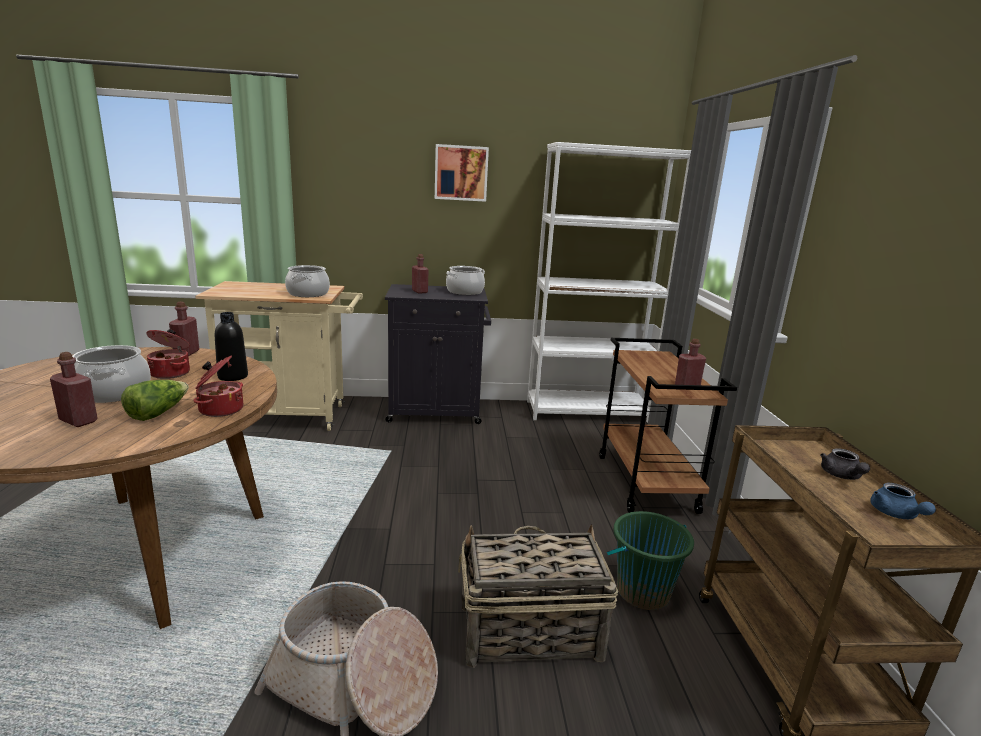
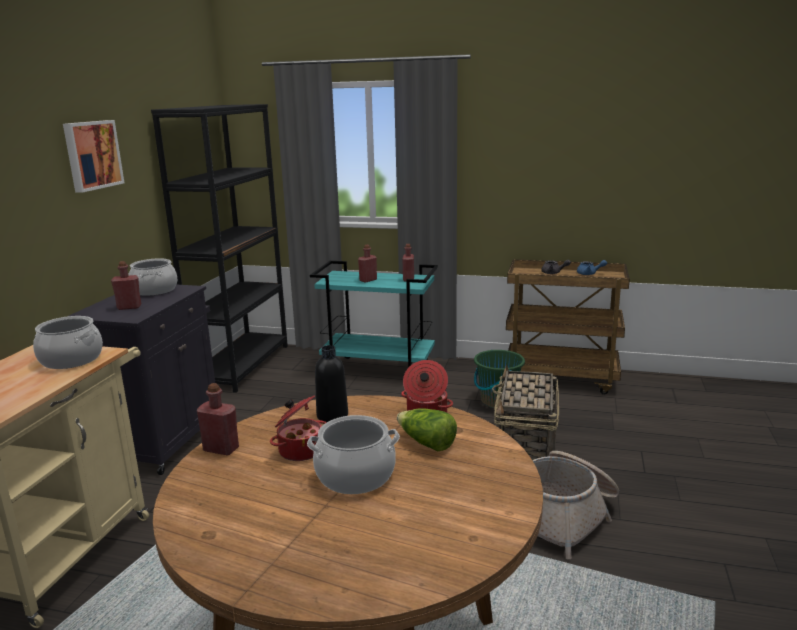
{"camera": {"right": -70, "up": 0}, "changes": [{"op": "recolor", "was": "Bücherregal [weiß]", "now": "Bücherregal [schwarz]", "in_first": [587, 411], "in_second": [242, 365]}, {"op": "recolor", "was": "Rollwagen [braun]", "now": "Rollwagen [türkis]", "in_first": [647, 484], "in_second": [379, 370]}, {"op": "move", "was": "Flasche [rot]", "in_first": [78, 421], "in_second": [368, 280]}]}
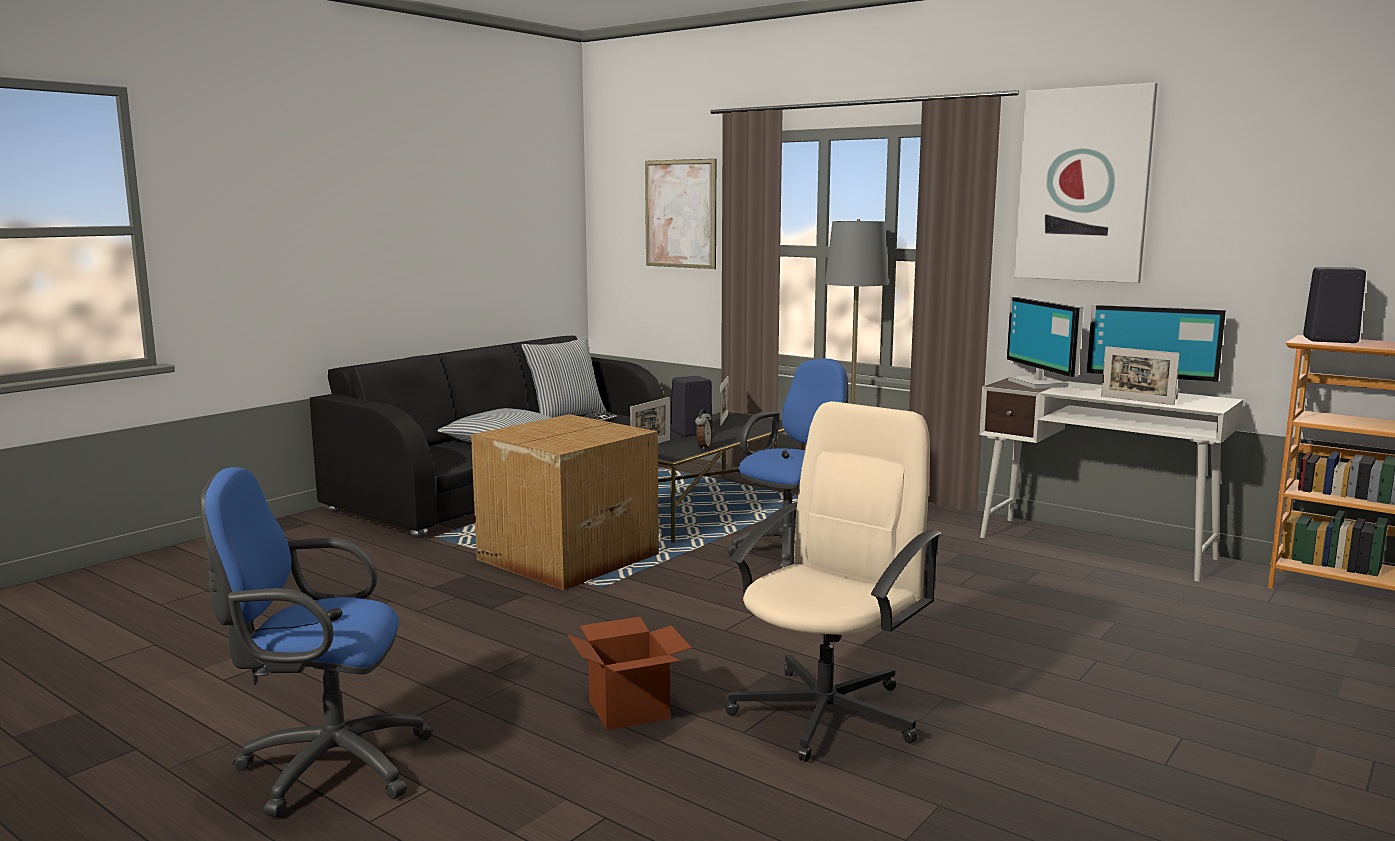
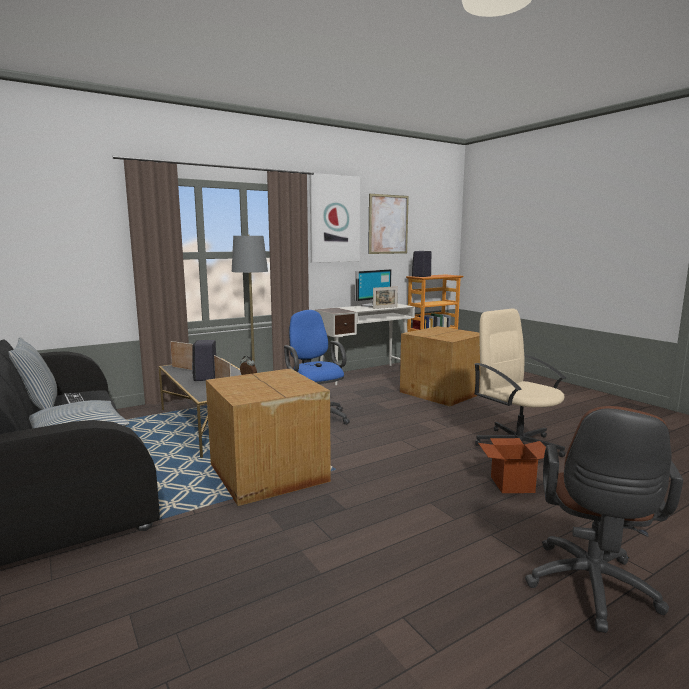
{"camera": {"right": -70, "up": 0}, "changes": [{"op": "move", "was": "Bild", "in_first": [680, 214], "in_second": [388, 224]}, {"op": "insert", "now": "Karton", "in_second": [443, 392]}, {"op": "recolor", "was": "Bürostuhl [blau]", "now": "Bürostuhl [braun]", "in_first": [324, 766], "in_second": [591, 590]}, {"op": "delete", "was": "Monitor", "in_first": [1040, 383]}]}
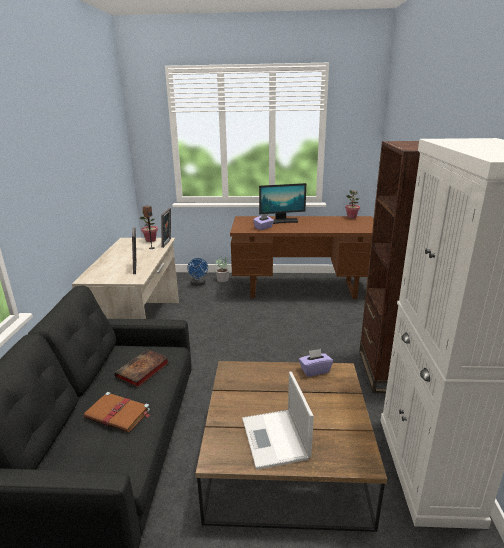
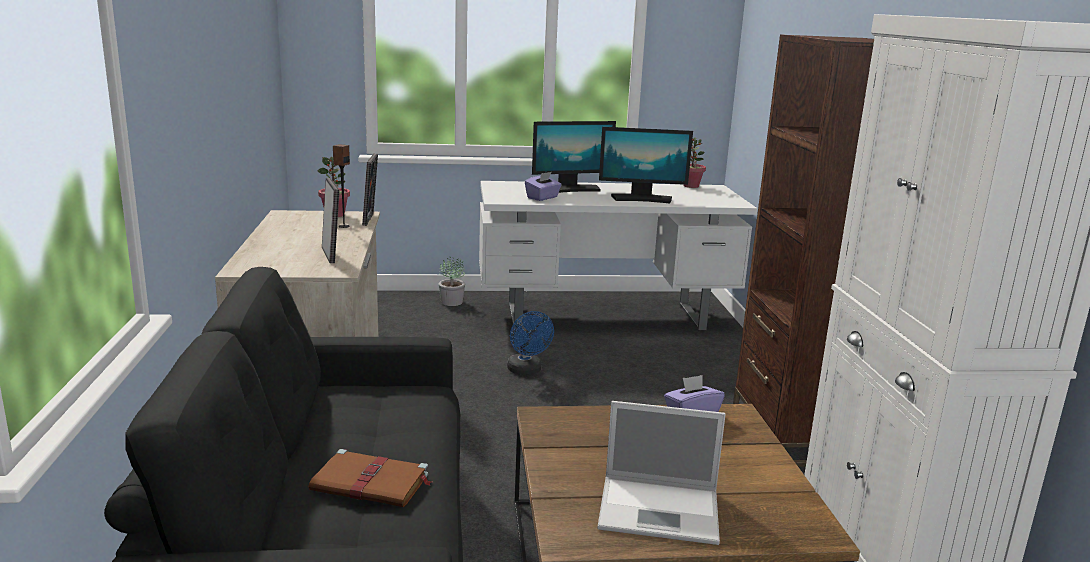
{"camera": {"right": -10, "up": -5}, "changes": [{"op": "recolor", "was": "Schreibtisch [braun]", "now": "Schreibtisch [weiß]", "in_first": [302, 289], "in_second": [605, 317]}, {"op": "move", "was": "Ventilator [blau]", "in_first": [198, 284], "in_second": [526, 371]}, {"op": "rotate", "was": "Laptop", "in_first": [275, 439], "in_second": [661, 510], "clockwise": -60}, {"op": "insert", "now": "Monitor", "in_second": [642, 199]}, {"op": "delete", "was": "Buch", "in_first": [142, 371]}]}
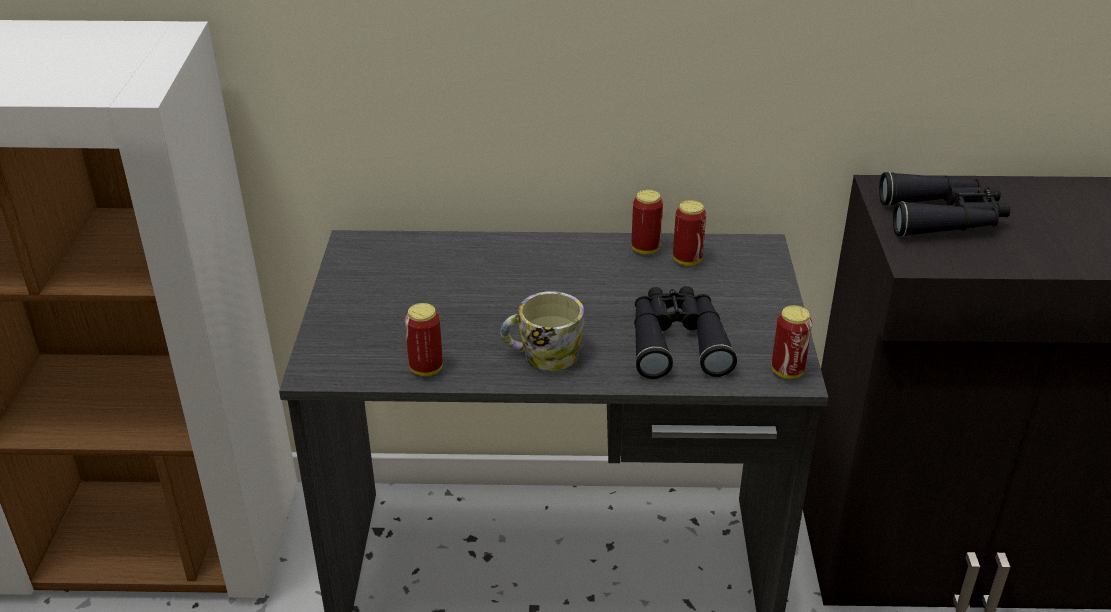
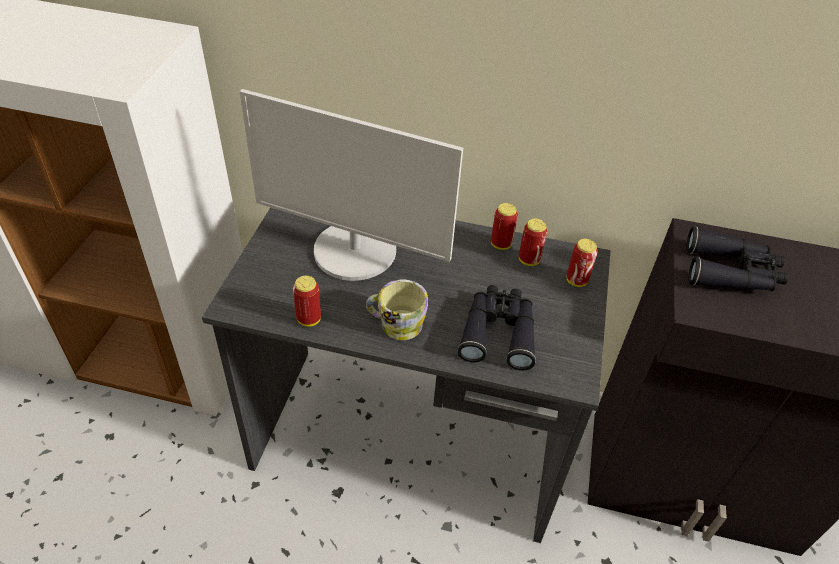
{"camera": {"right": 10, "up": 10}, "changes": [{"op": "insert", "now": "Monitor", "in_second": [355, 252]}, {"op": "move", "was": "Dose", "in_first": [787, 371], "in_second": [576, 281]}]}
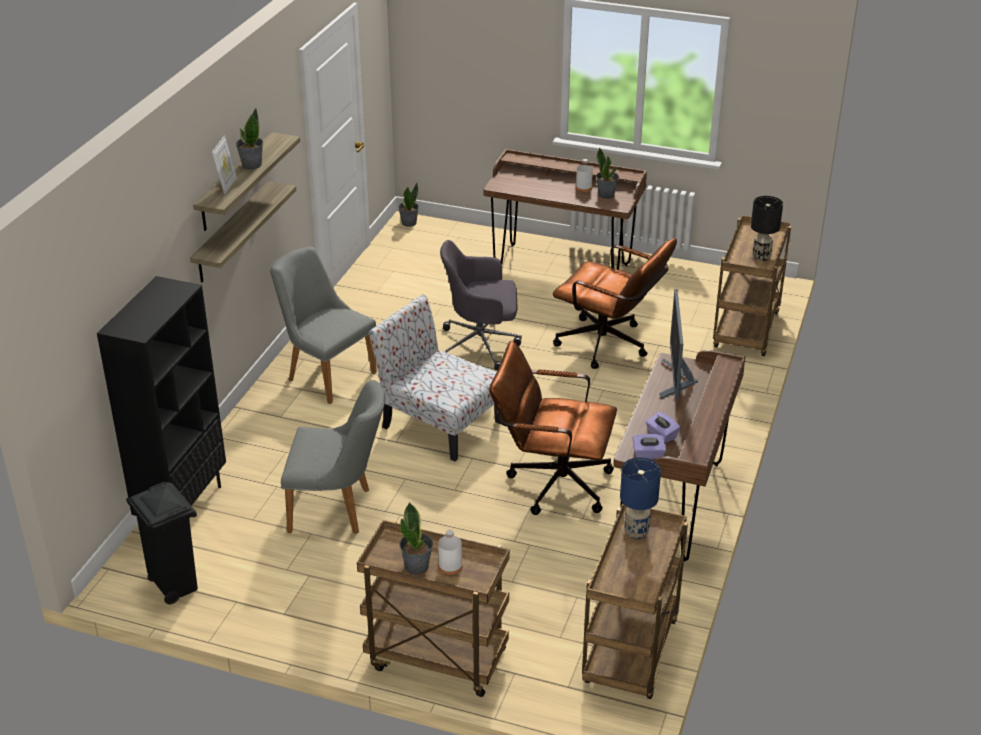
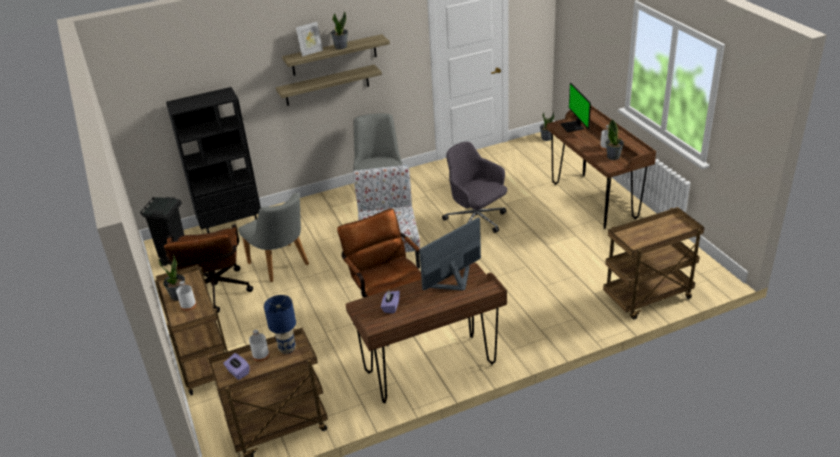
{"camera": {"right": 50, "up": 0}, "changes": [{"op": "move", "was": "Bürostuhl [braun]", "in_first": [610, 346], "in_second": [216, 295]}, {"op": "move", "was": "Taschentuchbox [lila]", "in_first": [648, 455], "in_second": [238, 372]}, {"op": "insert", "now": "Flasche [weiß]", "in_second": [261, 355]}, {"op": "insert", "now": "Monitor", "in_second": [573, 126]}, {"op": "delete", "was": "Tischlampe [schwarz]", "in_first": [761, 257]}]}
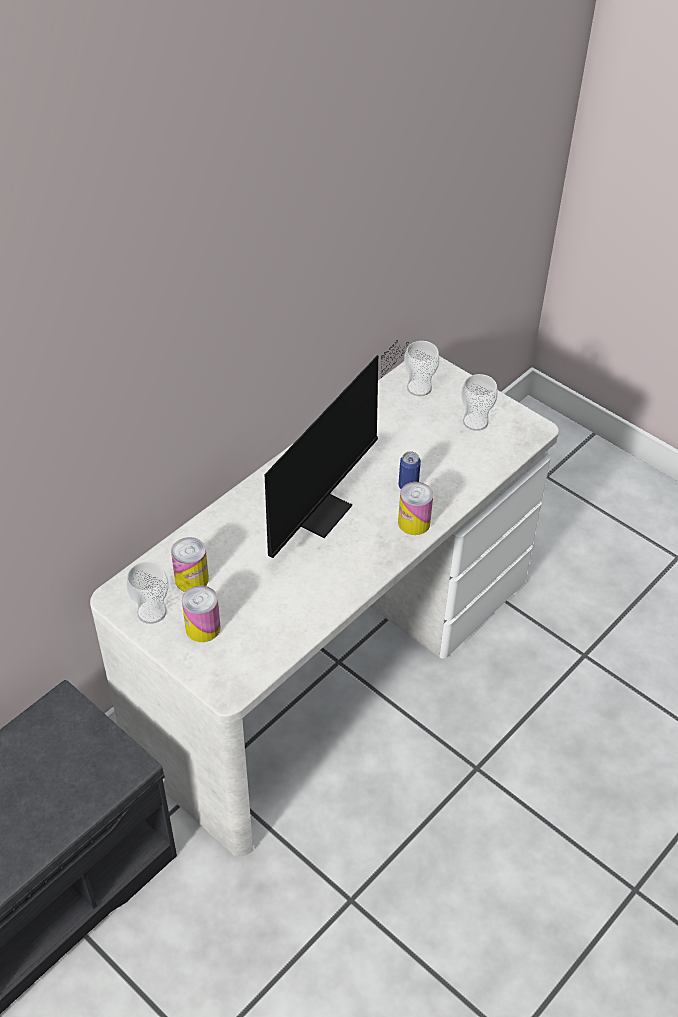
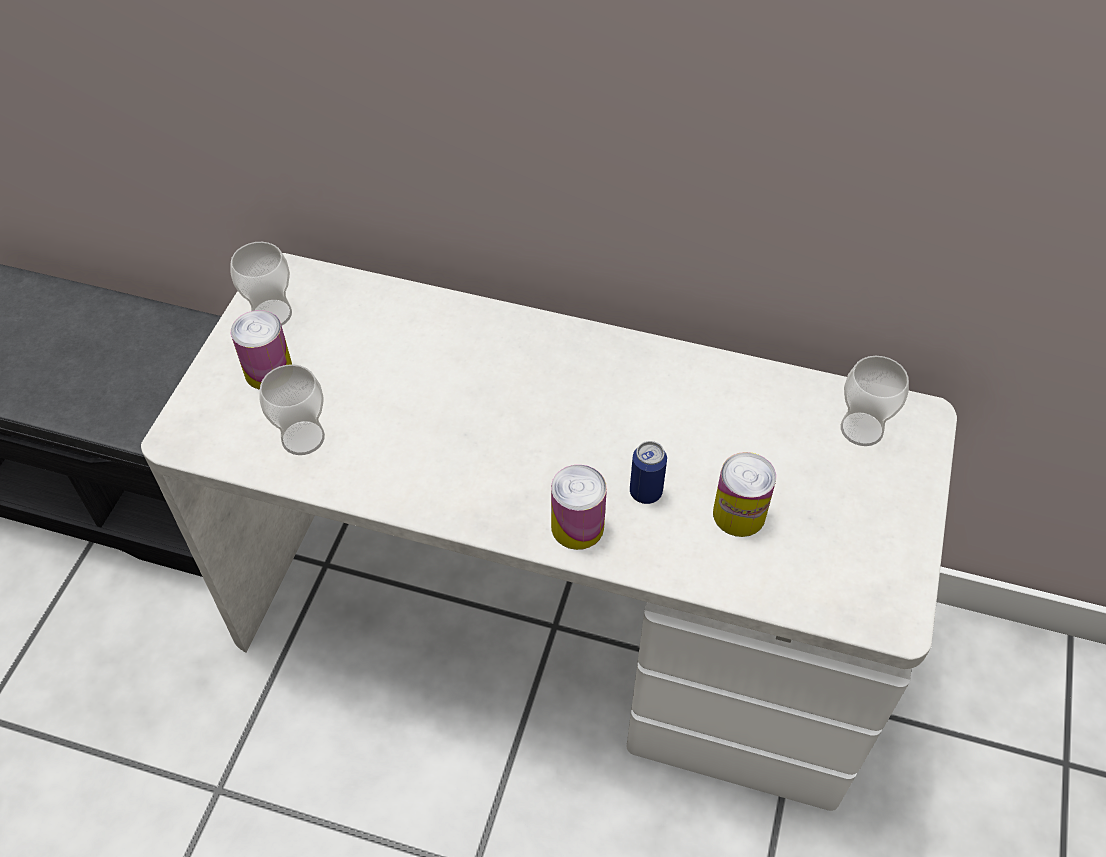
{"camera": {"right": 65, "up": 5}, "changes": [{"op": "move", "was": "Tasse", "in_first": [475, 421], "in_second": [303, 438]}, {"op": "move", "was": "Dose", "in_first": [191, 579], "in_second": [739, 514]}, {"op": "delete", "was": "Monitor", "in_first": [324, 506]}]}
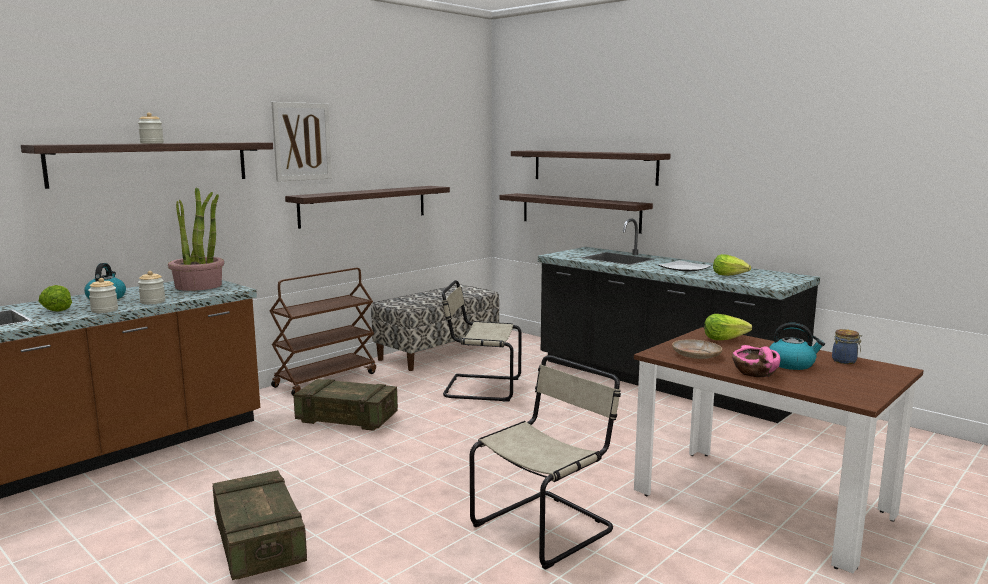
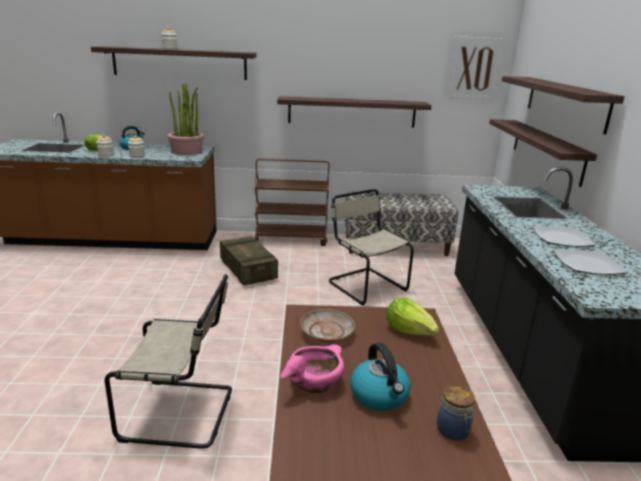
{"camera": {"right": 45, "up": 10}, "changes": [{"op": "move", "was": "Bild", "in_first": [302, 141], "in_second": [474, 68]}, {"op": "replace", "was": "Salatkopf", "now": "Teller", "in_first": [730, 275], "in_second": [588, 264]}, {"op": "delete", "was": "Kiste", "in_first": [259, 542]}]}
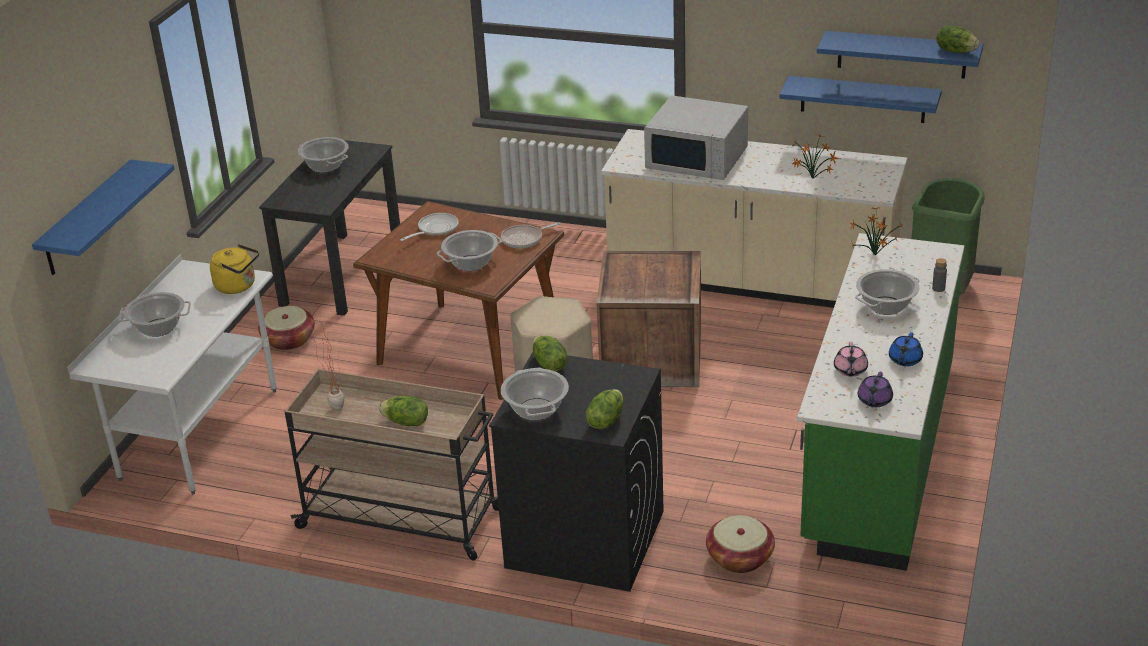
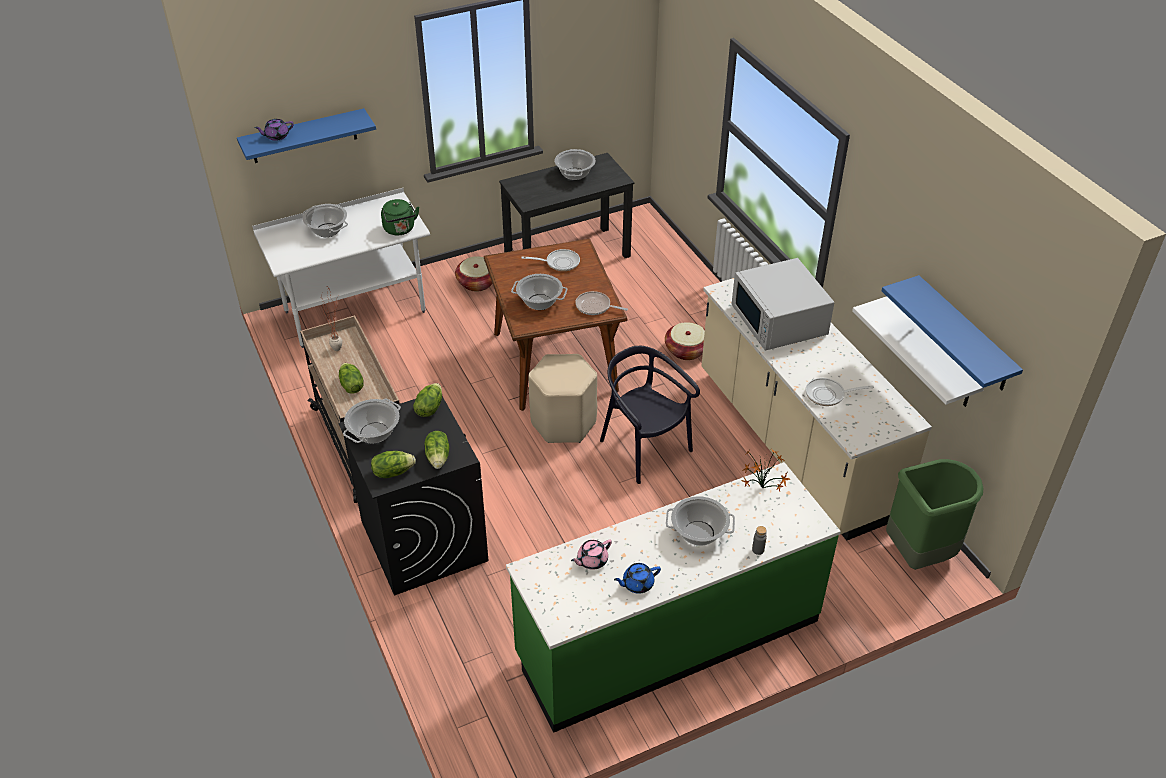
{"camera": {"right": 45, "up": 10}, "changes": [{"op": "move", "was": "Teekanne [lila]", "in_first": [874, 400], "in_second": [276, 136]}, {"op": "recolor", "was": "Wasserkessel [gelb]", "now": "Wasserkessel [grün]", "in_first": [238, 286], "in_second": [400, 230]}, {"op": "move", "was": "Salatkopf", "in_first": [955, 51], "in_second": [438, 457]}, {"op": "replace", "was": "Kiste", "now": "Stuhl [schwarz]", "in_first": [650, 357], "in_second": [644, 448]}, {"op": "move", "was": "Korb", "in_first": [740, 557], "in_second": [686, 350]}, {"op": "replace", "was": "Topfpflanze", "now": "Pfanne", "in_first": [813, 179], "in_second": [828, 395]}, {"op": "recolor", "was": "Wandregal [blau]", "now": "Wandregal [weiß]", "in_first": [863, 99], "in_second": [930, 353]}]}
